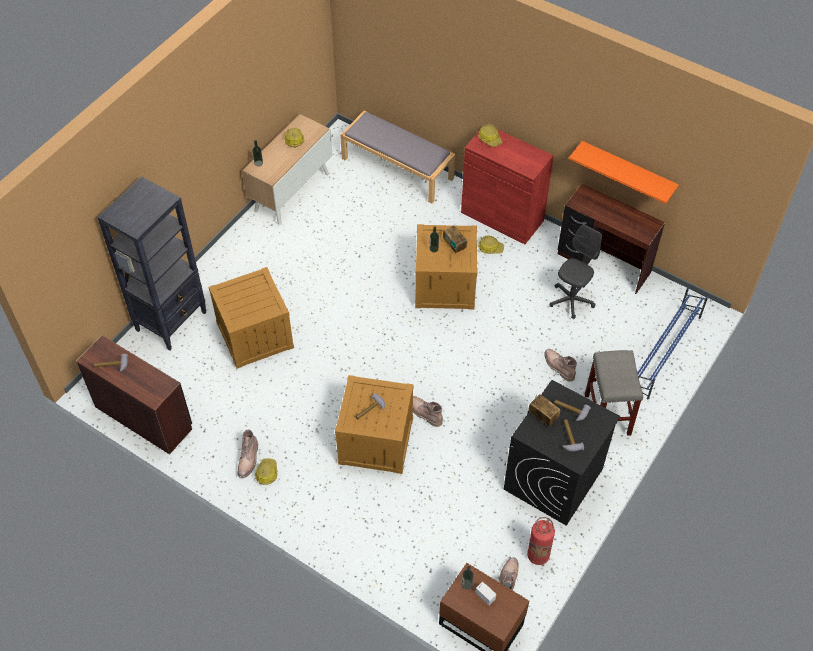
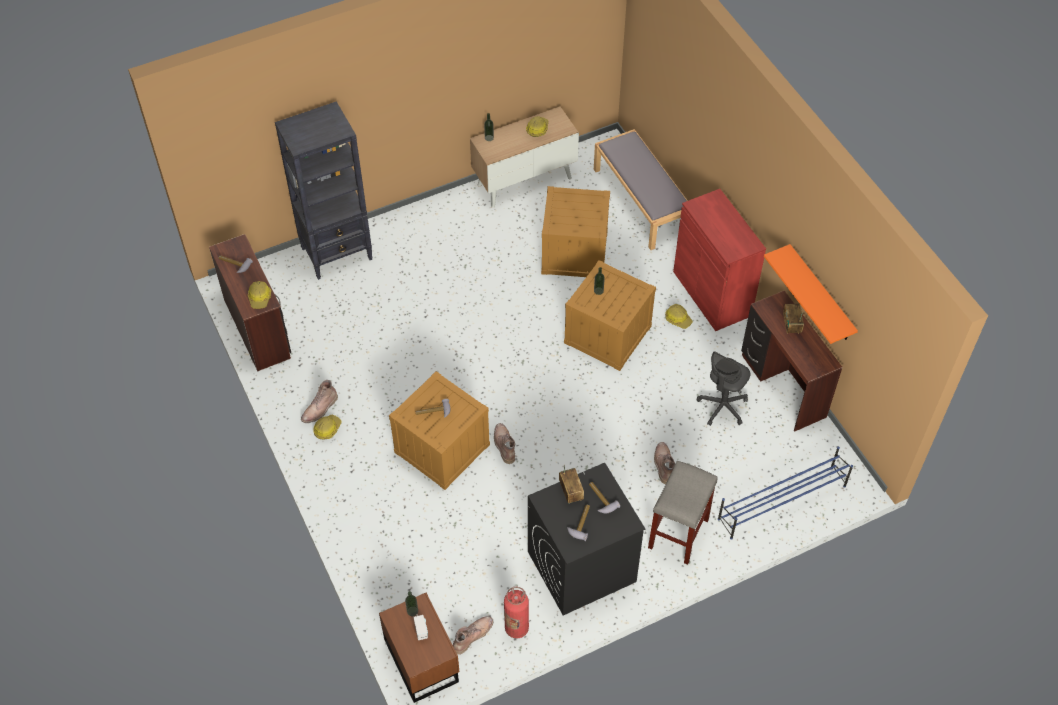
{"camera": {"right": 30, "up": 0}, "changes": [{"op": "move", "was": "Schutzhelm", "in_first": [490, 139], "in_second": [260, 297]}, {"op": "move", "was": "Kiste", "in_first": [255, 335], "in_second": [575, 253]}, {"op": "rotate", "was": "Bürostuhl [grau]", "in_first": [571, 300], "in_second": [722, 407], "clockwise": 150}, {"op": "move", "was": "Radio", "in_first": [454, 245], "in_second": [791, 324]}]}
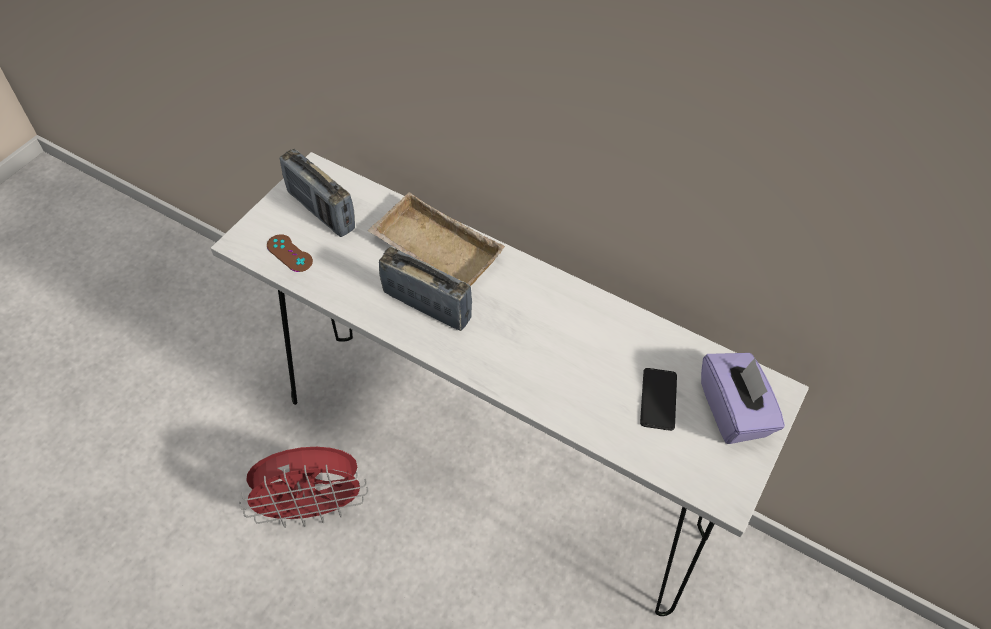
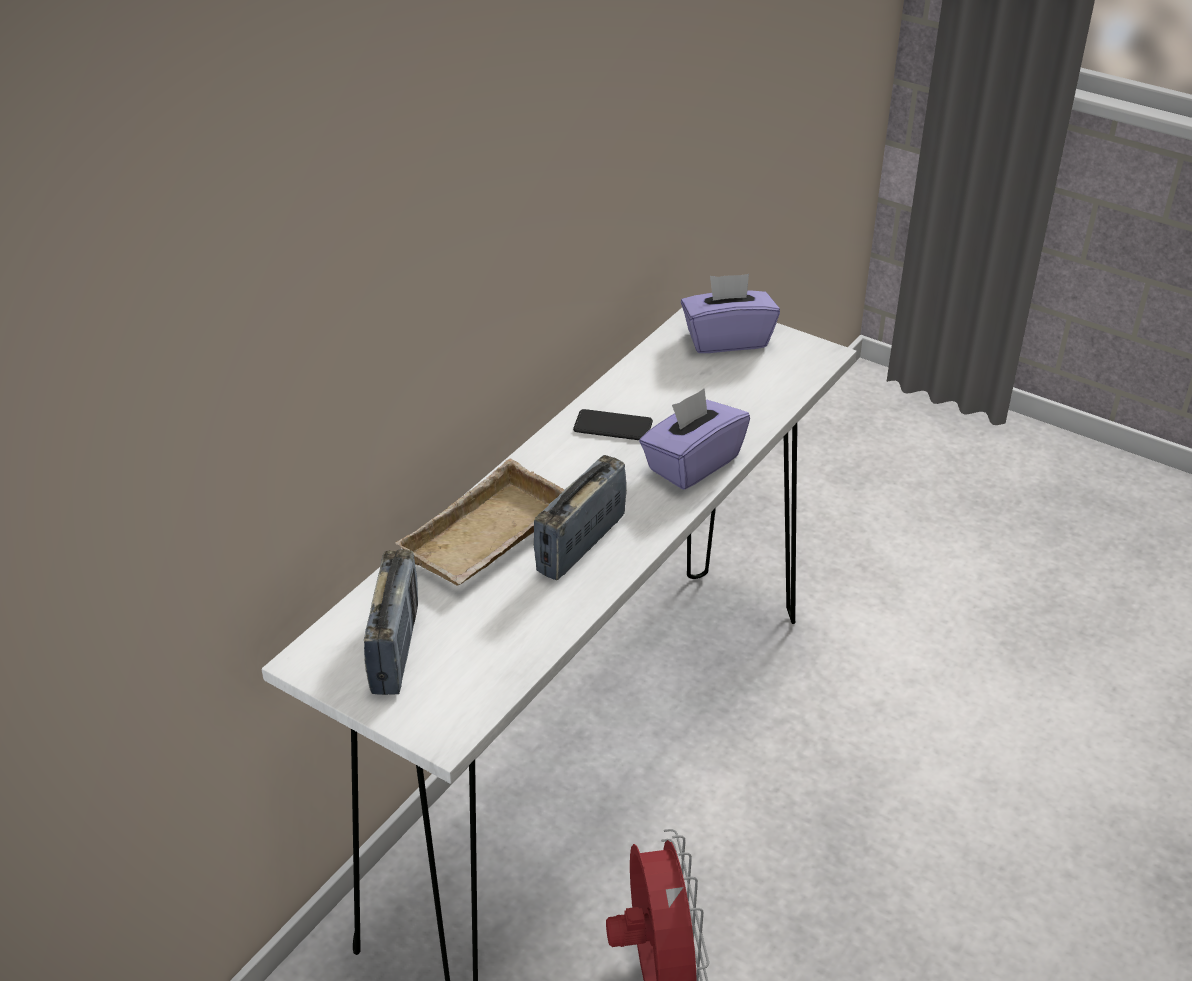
{"camera": {"right": -85, "up": -15}, "changes": [{"op": "rotate", "was": "Radio", "in_first": [321, 211], "in_second": [395, 649], "clockwise": -45}, {"op": "move", "was": "Handy", "in_first": [658, 399], "in_second": [613, 426]}, {"op": "insert", "now": "Taschentuchbox [lila]", "in_second": [692, 463]}, {"op": "delete", "was": "Gamepad [braun]", "in_first": [289, 253]}]}
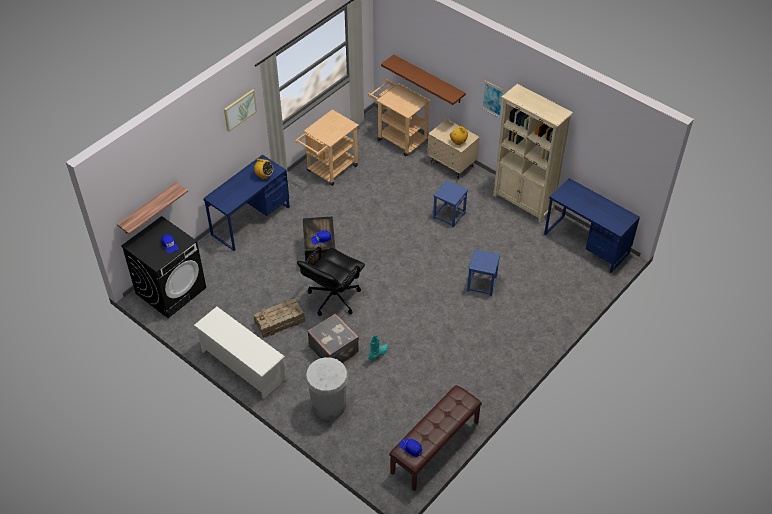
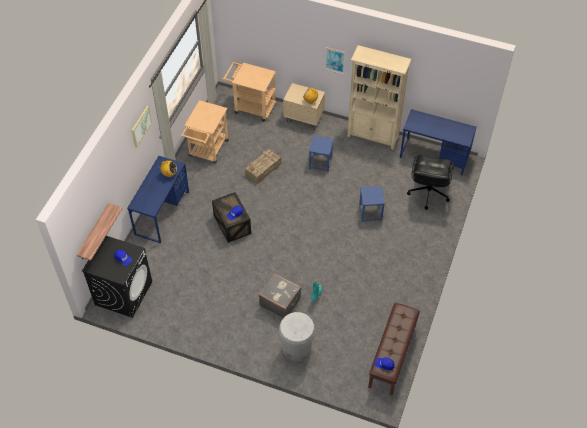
{"camera": {"right": -20, "up": 5}, "changes": [{"op": "move", "was": "Kiste", "in_first": [280, 322], "in_second": [263, 169]}, {"op": "move", "was": "Bürostuhl [schwarz]", "in_first": [333, 298], "in_second": [428, 193]}, {"op": "delete", "was": "Schuhregal [weiß]", "in_first": [242, 365]}, {"op": "delete", "was": "Wandregal [braun]", "in_first": [428, 79]}]}
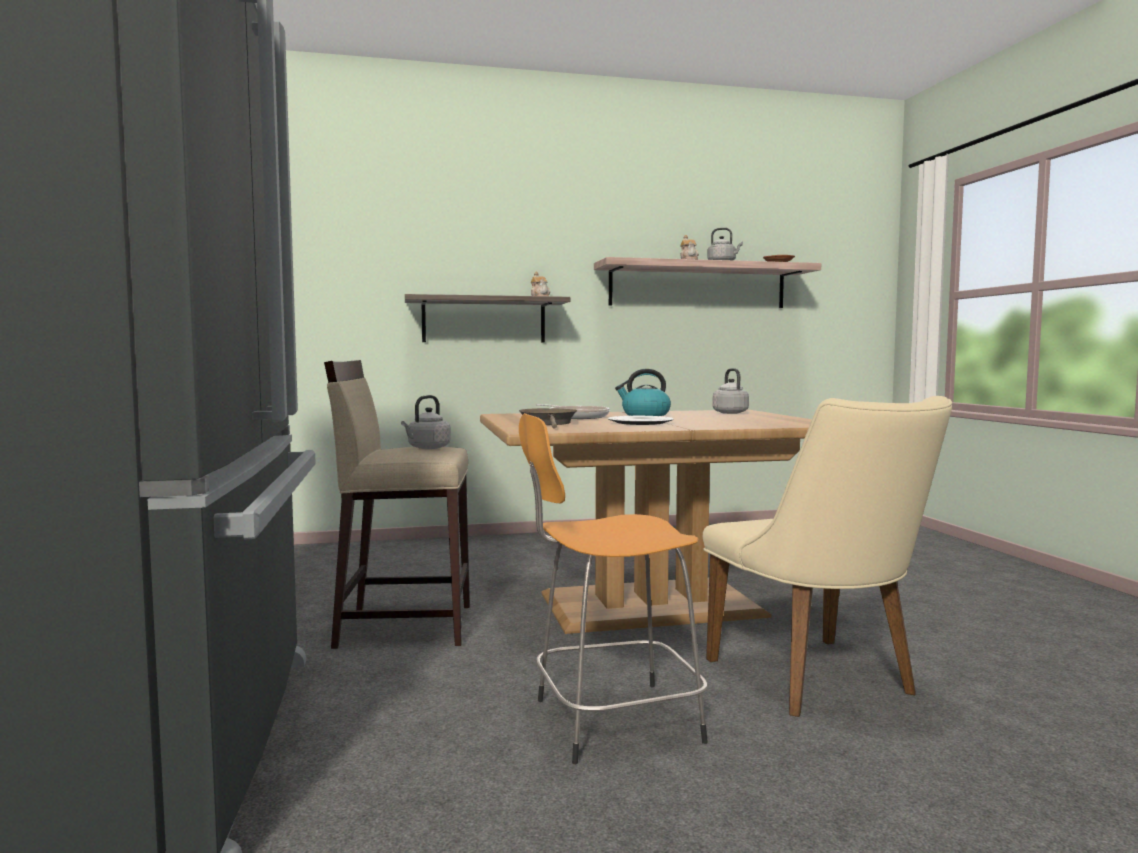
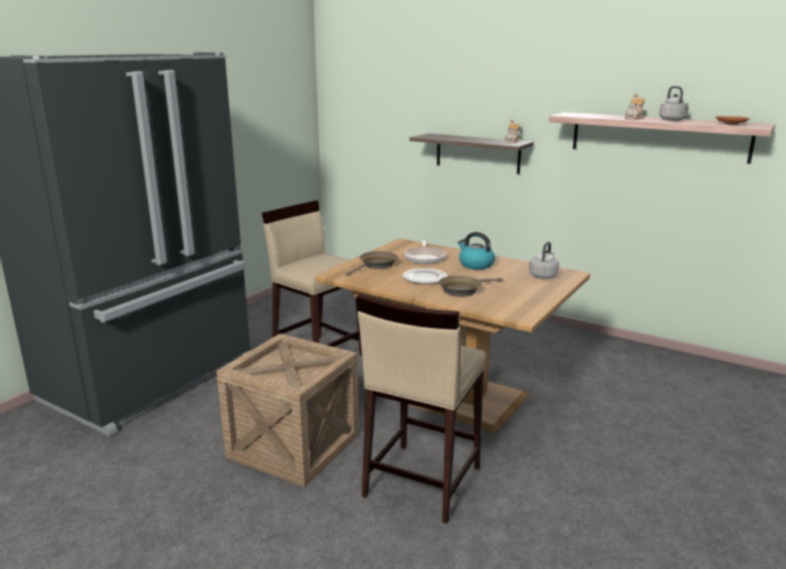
{"camera": {"right": 45, "up": 15}, "changes": [{"op": "replace", "was": "Hocker [orange]", "now": "Kiste", "in_first": [610, 721], "in_second": [294, 446]}, {"op": "replace", "was": "Stuhl [beige]", "now": "Hocker [beige]", "in_first": [821, 682], "in_second": [421, 482]}, {"op": "insert", "now": "Pfanne [braun]", "in_second": [463, 290]}, {"op": "delete", "was": "Wasserkessel [grau]", "in_first": [427, 448]}]}
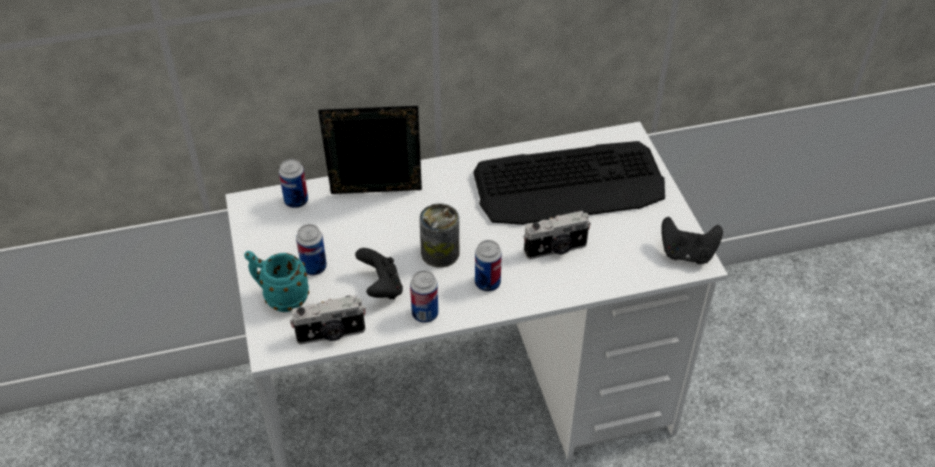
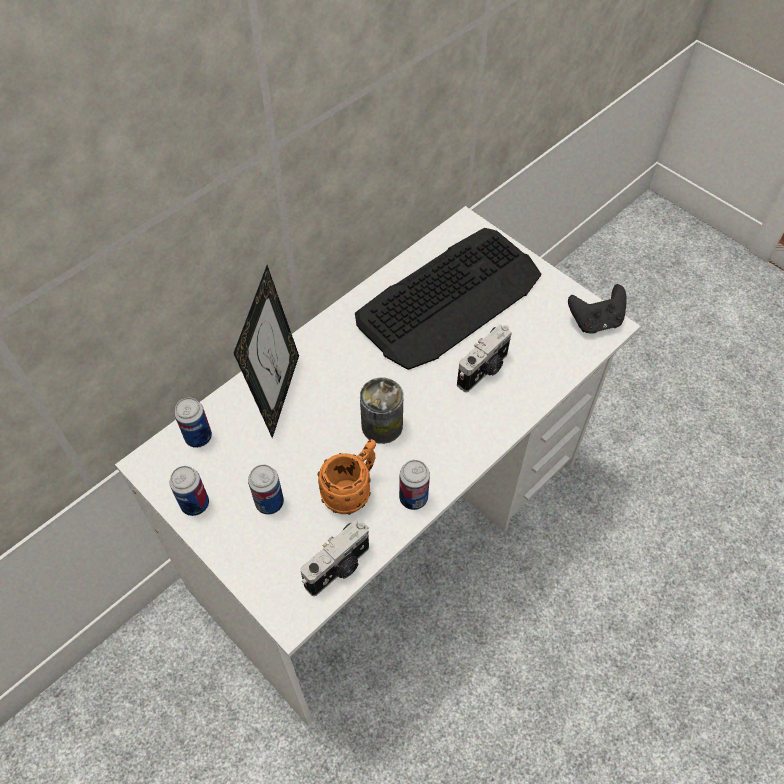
{"camera": {"right": -30, "up": 10}, "changes": [{"op": "move", "was": "Dose", "in_first": [487, 283], "in_second": [195, 504]}, {"op": "rotate", "was": "Bilderrahmen", "in_first": [376, 197], "in_second": [277, 394], "clockwise": 135}, {"op": "replace", "was": "Gamepad [schwarz]", "now": "Henkelbecher [orange]", "in_first": [381, 287], "in_second": [352, 491]}, {"op": "delete", "was": "Henkelbecher [türkis]", "in_first": [280, 297]}]}
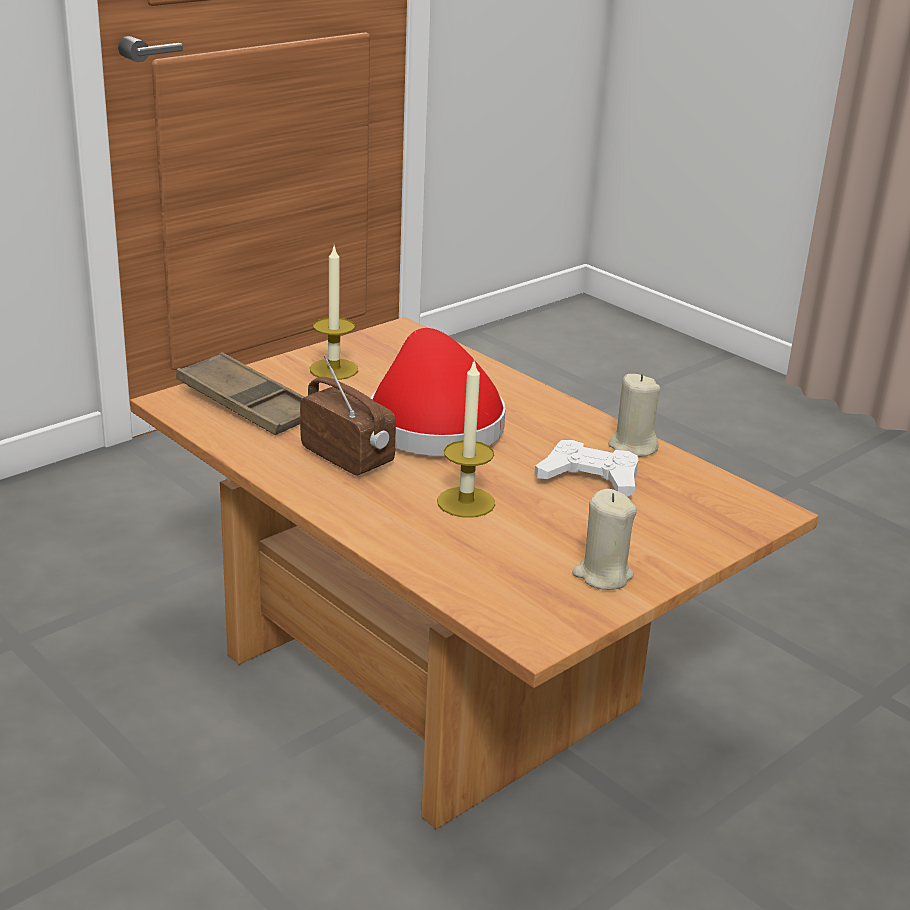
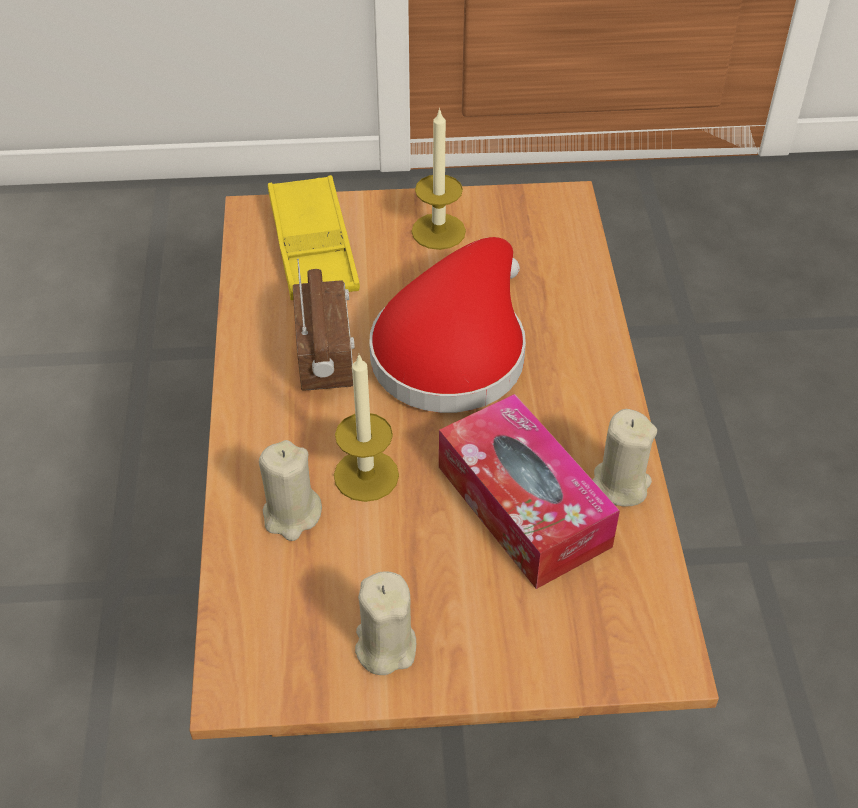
{"camera": {"right": 40, "up": 20}, "changes": [{"op": "insert", "now": "Kerze [beige]", "in_second": [291, 515]}, {"op": "recolor", "was": "Tablett [braun]", "now": "Tablett [gelb]", "in_first": [248, 404], "in_second": [313, 246]}, {"op": "replace", "was": "Gamepad [weiß]", "now": "Taschentuchbox", "in_first": [590, 478], "in_second": [523, 506]}]}
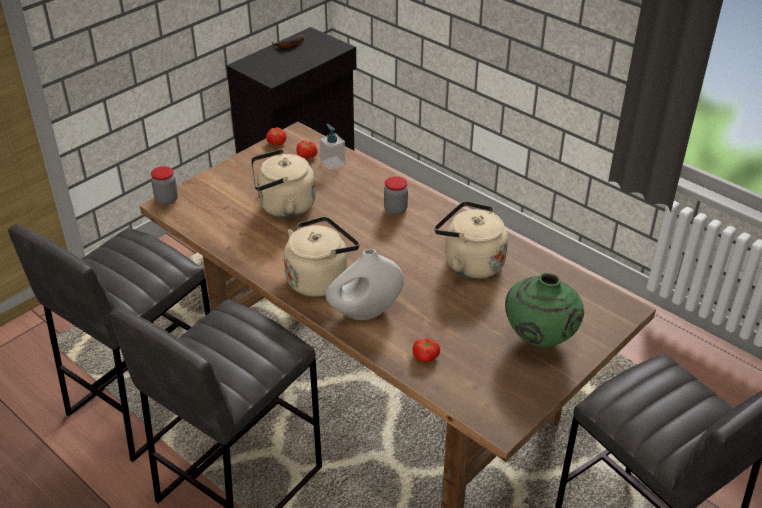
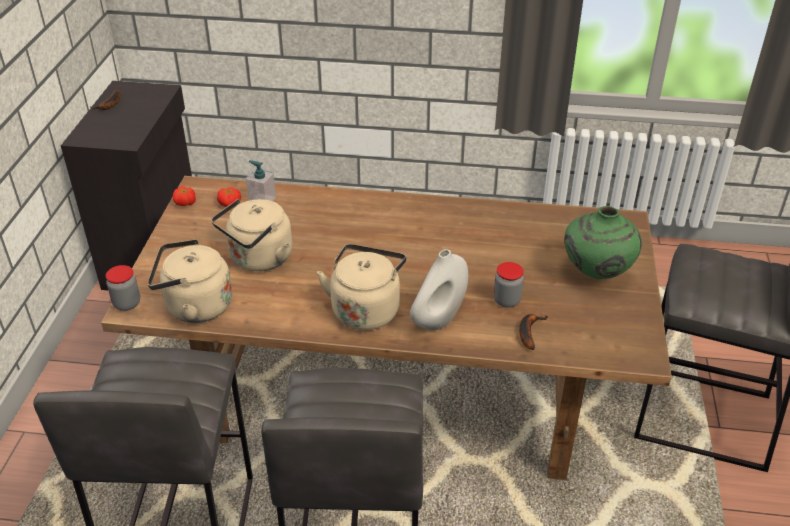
{"camera": {"right": -35, "up": 0}, "changes": [{"op": "move", "was": "Wasserkessel [beige]", "in_first": [469, 263], "in_second": [194, 306]}, {"op": "move", "was": "Vorratsglas", "in_first": [395, 210], "in_second": [506, 300]}, {"op": "replace", "was": "Tomate", "now": "Banane", "in_first": [426, 357], "in_second": [528, 332]}]}
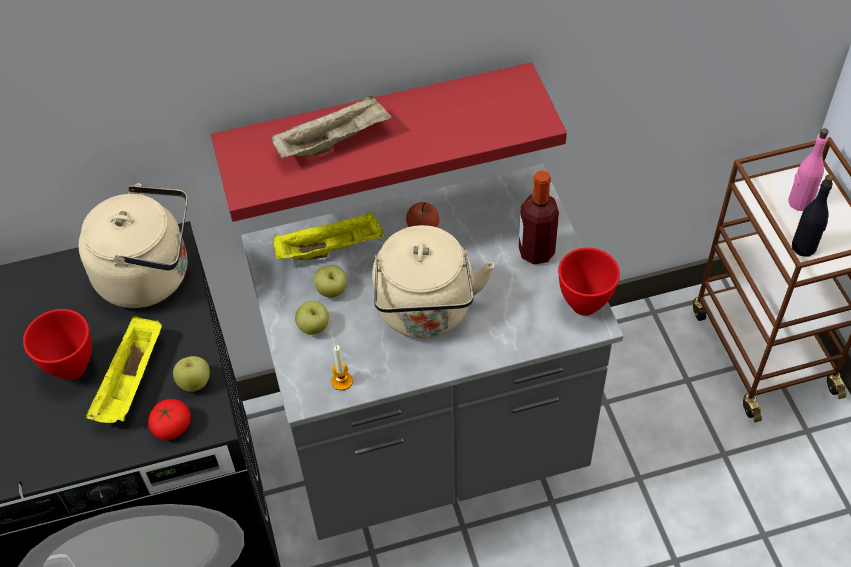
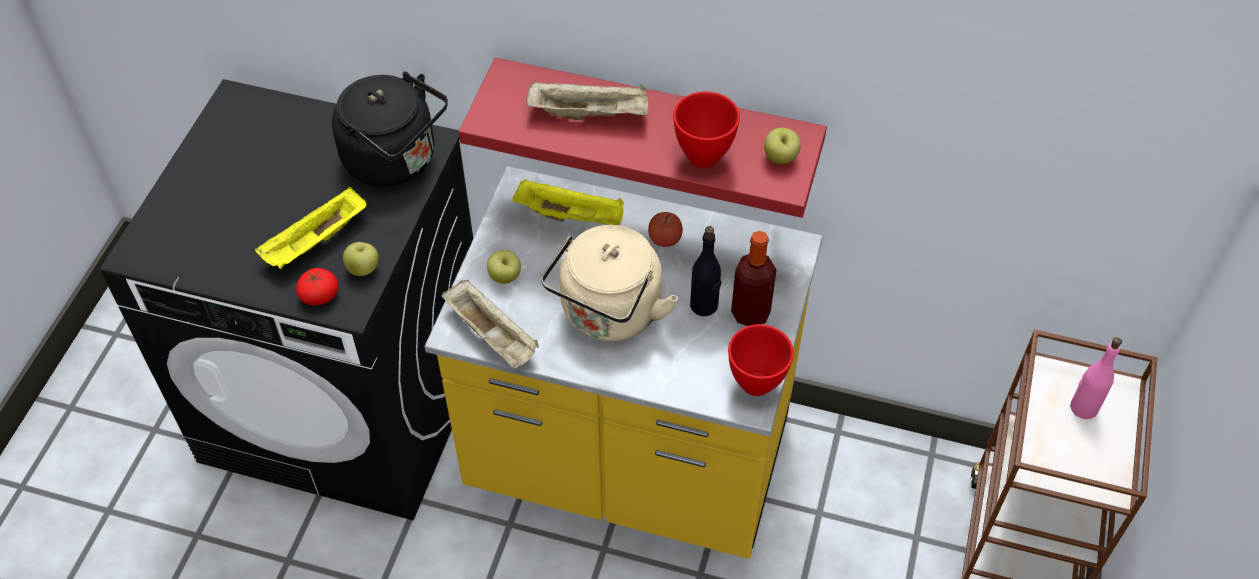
{"camera": {"right": 30, "up": 0}, "changes": [{"op": "recolor", "was": "Wasserkessel [beige]", "now": "Wasserkessel [schwarz]", "in_first": [150, 275], "in_second": [396, 161]}, {"op": "recolor", "was": "Küchenzeile [grau]", "now": "Küchenzeile [gelb]", "in_first": [433, 445], "in_second": [629, 461]}, {"op": "replace", "was": "Kerze", "now": "Tablett [beige]", "in_first": [342, 381], "in_second": [493, 335]}, {"op": "move", "was": "Schüssel [rot]", "in_first": [72, 369], "in_second": [703, 158]}, {"op": "move", "was": "Flasche [schwarz]", "in_first": [804, 247], "in_second": [704, 305]}, {"op": "move", "was": "Apfel", "in_first": [332, 291], "in_second": [780, 158]}]}
